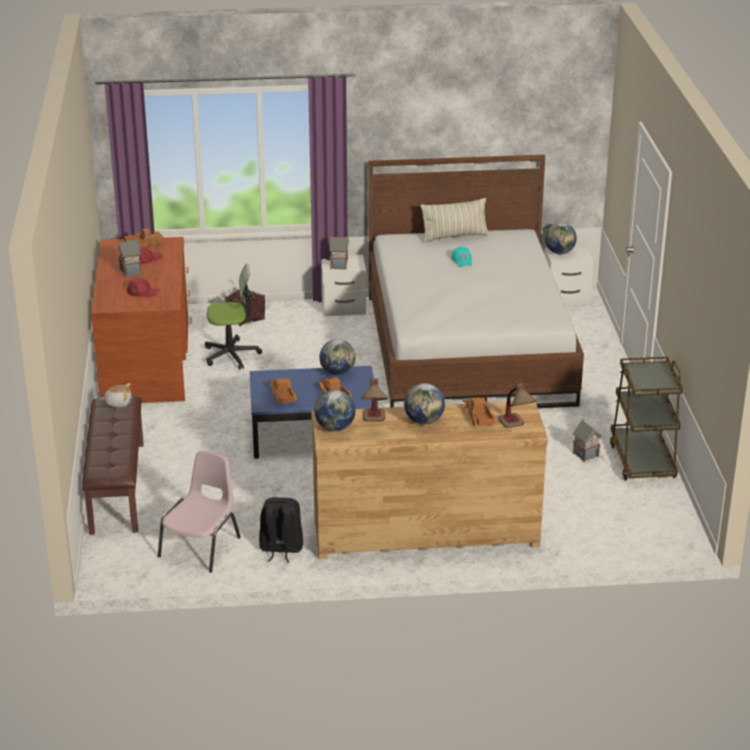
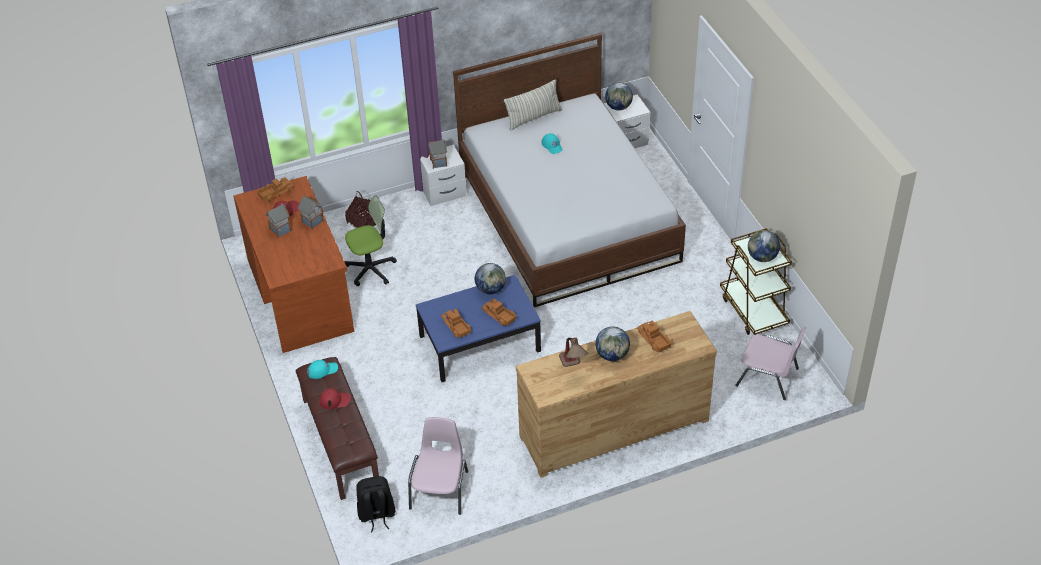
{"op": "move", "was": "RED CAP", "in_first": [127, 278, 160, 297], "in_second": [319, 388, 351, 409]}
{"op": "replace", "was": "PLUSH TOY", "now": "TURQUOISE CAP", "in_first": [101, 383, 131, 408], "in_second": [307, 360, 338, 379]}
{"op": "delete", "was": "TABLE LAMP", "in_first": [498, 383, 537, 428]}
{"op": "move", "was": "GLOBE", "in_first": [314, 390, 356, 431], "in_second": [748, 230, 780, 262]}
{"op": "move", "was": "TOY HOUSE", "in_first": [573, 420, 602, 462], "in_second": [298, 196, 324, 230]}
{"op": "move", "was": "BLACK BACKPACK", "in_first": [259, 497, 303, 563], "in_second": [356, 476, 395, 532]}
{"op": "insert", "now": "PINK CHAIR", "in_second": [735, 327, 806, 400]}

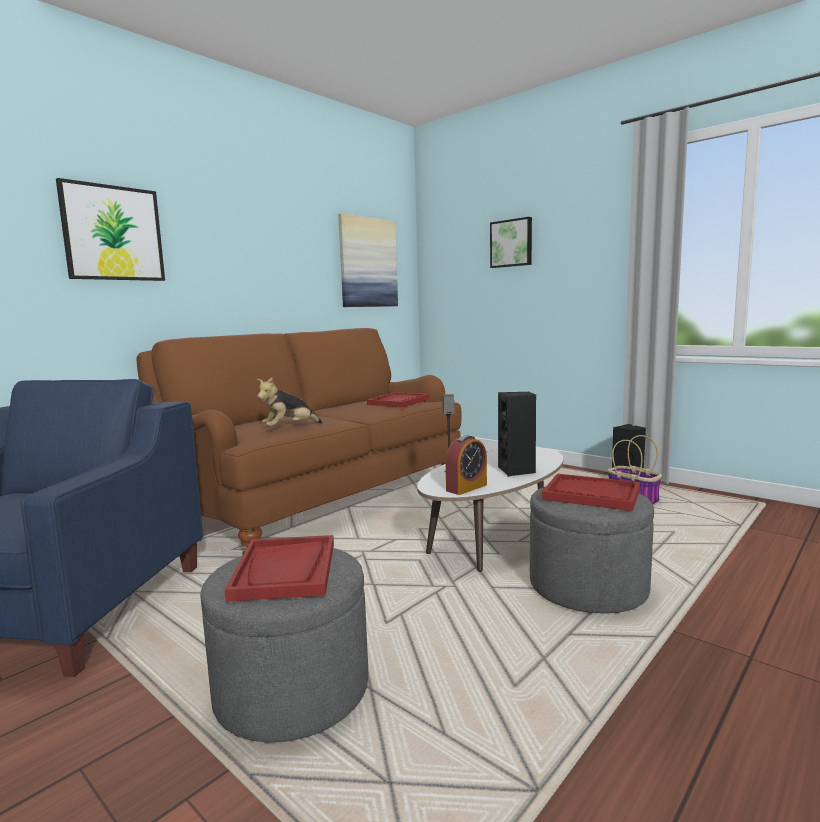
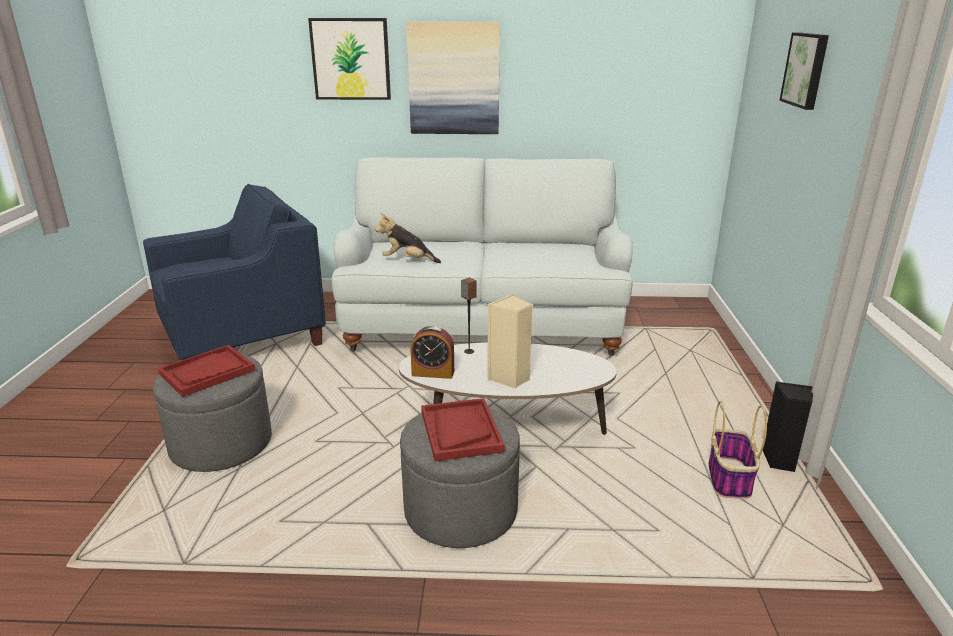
{"op": "move", "was": "PICTURE", "in_first": [338, 213, 398, 307], "in_second": [406, 22, 500, 134]}
{"op": "recolor", "was": "BROWN SOFA", "now": "WHITE SOFA", "in_first": [136, 328, 462, 555], "in_second": [332, 157, 633, 356]}
{"op": "delete", "was": "RED TRAY", "in_first": [367, 392, 429, 407]}
{"op": "recolor", "was": "BLACK SPEAKER", "now": "BEIGE SPEAKER", "in_first": [498, 392, 536, 476], "in_second": [487, 294, 533, 389]}

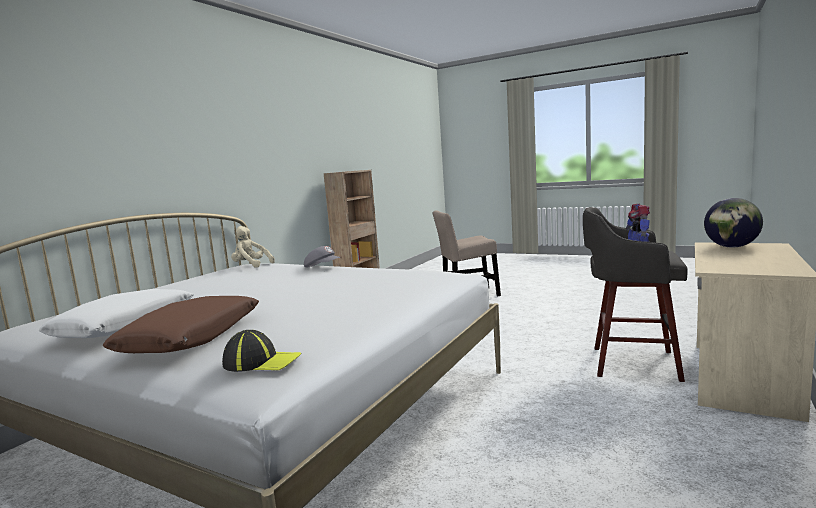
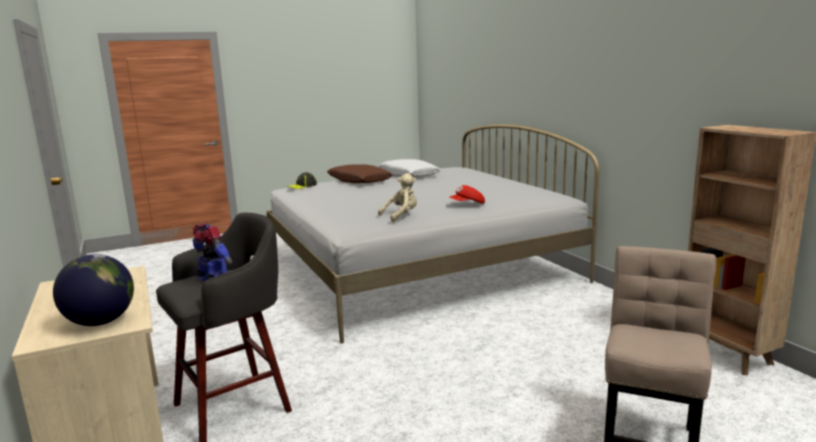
{"op": "move", "was": "BEIGE PLUSH TOY", "in_first": [231, 226, 275, 268], "in_second": [378, 173, 417, 222]}
{"op": "recolor", "was": "GREY CAP", "now": "RED CAP", "in_first": [304, 246, 341, 267], "in_second": [449, 185, 485, 204]}

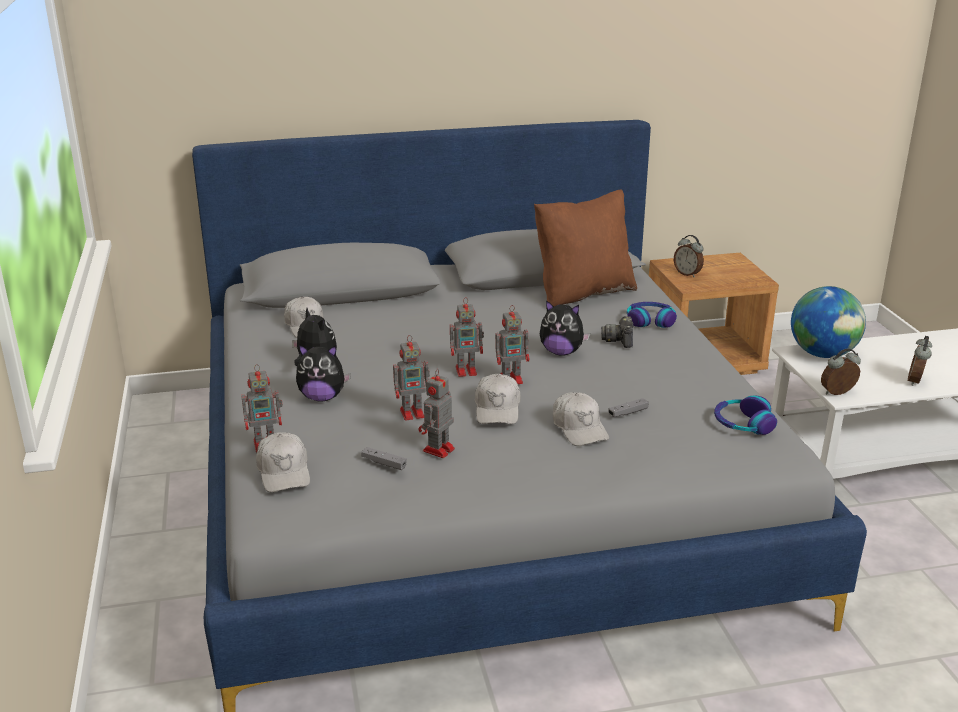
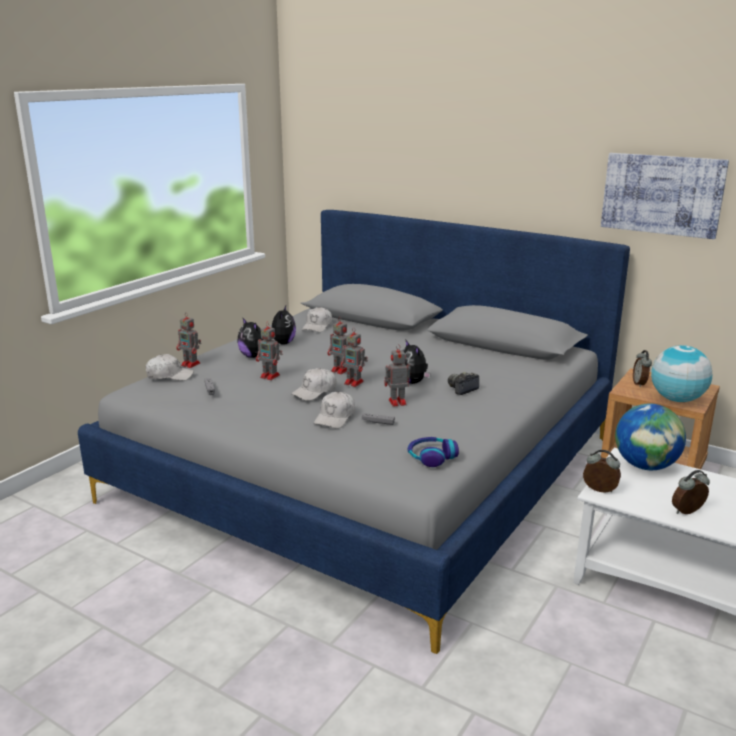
{"op": "delete", "was": "BROWN PILLOW", "in_first": [534, 190, 637, 309]}
{"op": "delete", "was": "HEADPHONES", "in_first": [627, 302, 677, 328]}
{"op": "move", "was": "TOY ROBOT", "in_first": [419, 369, 455, 458], "in_second": [384, 344, 410, 407]}
{"op": "rotate", "was": "WHITE CAP", "in_first": [256, 432, 310, 492], "in_second": [146, 354, 194, 381], "clockwise": -120}
{"op": "insert", "now": "PICTURE", "in_second": [601, 153, 729, 239]}
{"op": "insert", "now": "GLOBE", "in_second": [651, 345, 712, 402]}

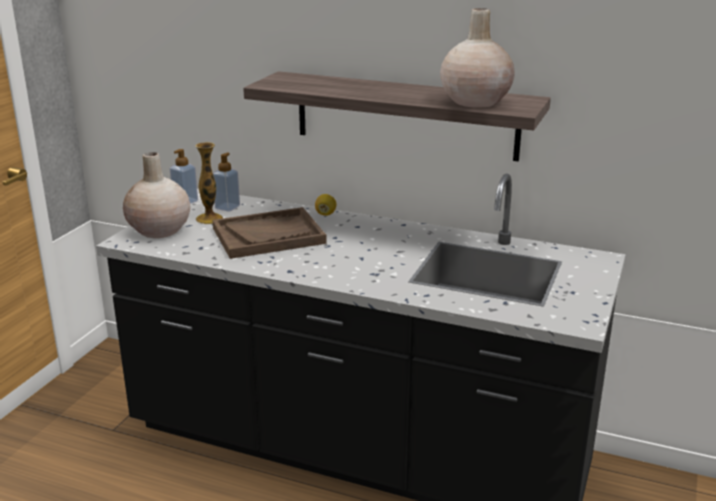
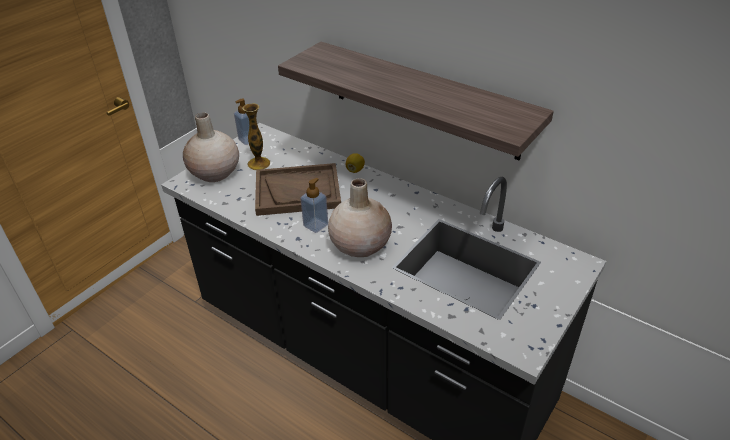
{"op": "move", "was": "BEIGE VASE", "in_first": [440, 8, 515, 108], "in_second": [328, 178, 392, 257]}
{"op": "move", "was": "SOAP DISPENSER", "in_first": [213, 152, 240, 212], "in_second": [300, 178, 328, 233]}

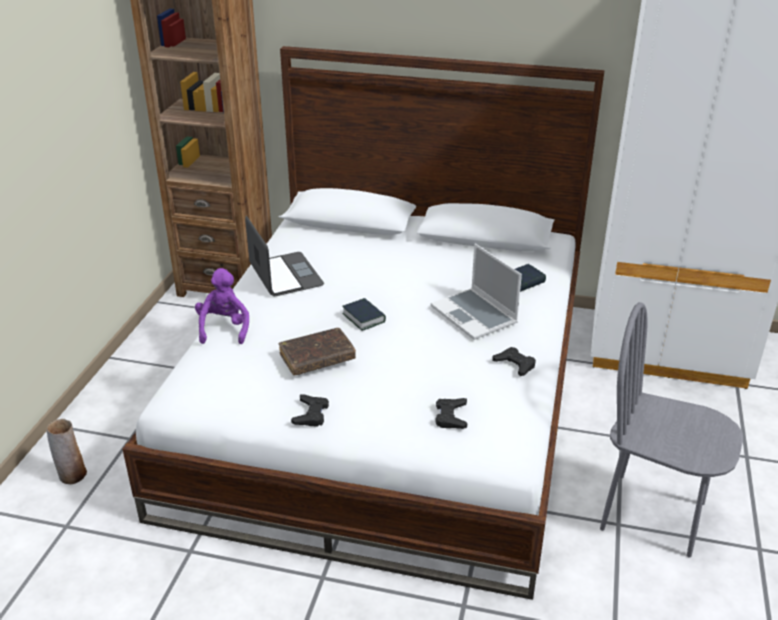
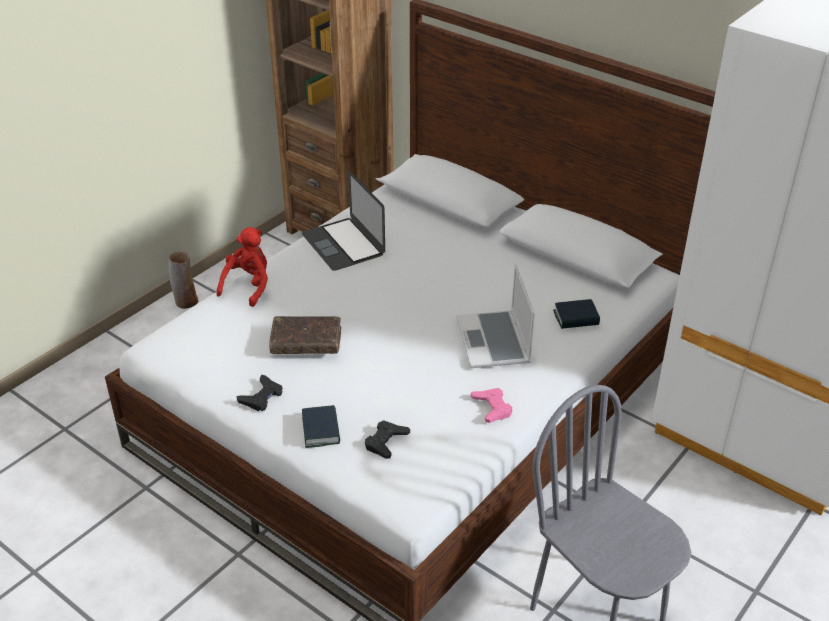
{"op": "rotate", "was": "LAPTOP", "in_first": [245, 216, 324, 296], "in_second": [302, 171, 385, 271], "clockwise": 150}
{"op": "recolor", "was": "PURPLE PLUSH TOY", "now": "RED PLUSH TOY", "in_first": [195, 268, 249, 344], "in_second": [216, 227, 268, 307]}
{"op": "move", "was": "BOOK", "in_first": [342, 298, 386, 331], "in_second": [302, 405, 340, 448]}
{"op": "recolor", "was": "BLACK GAME CONTROLLER", "now": "PINK GAME CONTROLLER", "in_first": [492, 347, 536, 376], "in_second": [471, 388, 512, 423]}
{"op": "move", "was": "VASE", "in_first": [47, 419, 87, 484], "in_second": [169, 251, 198, 309]}

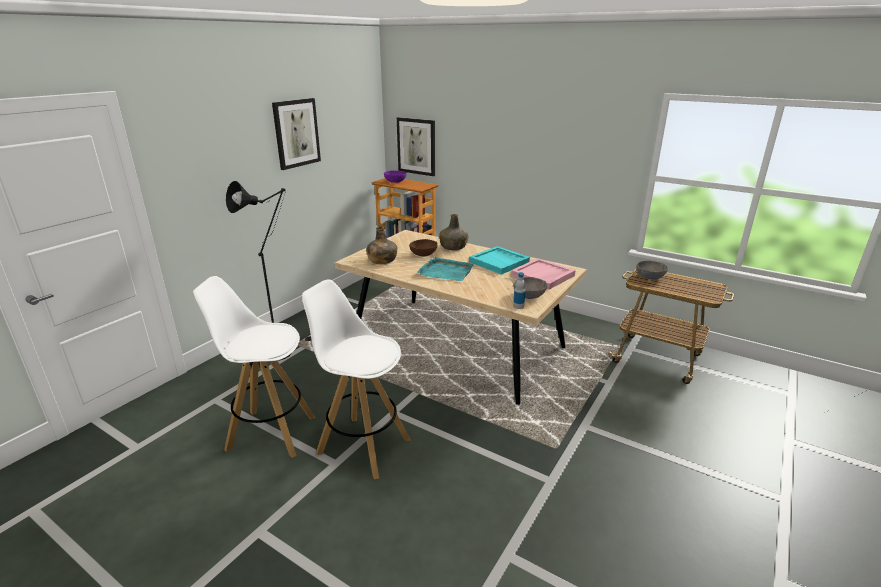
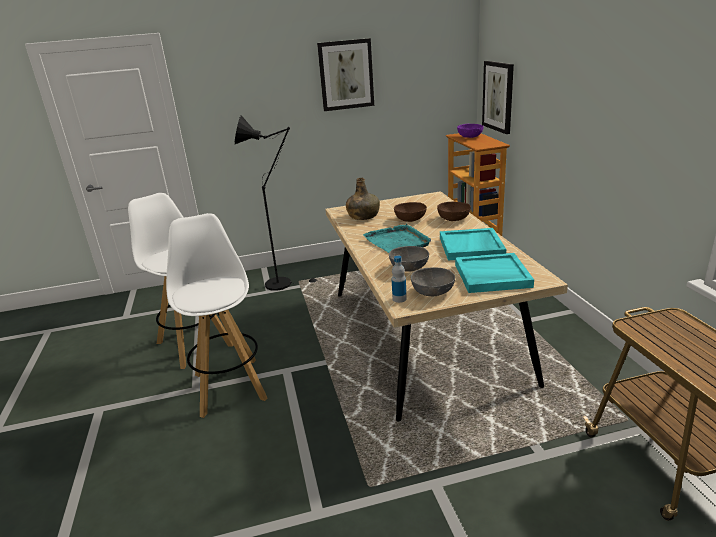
{"op": "replace", "was": "GREEN BOTTLE", "now": "BROWN BOWL", "in_first": [439, 214, 468, 250], "in_second": [437, 202, 471, 221]}
{"op": "recolor", "was": "PINK TRAY", "now": "TURQUOISE TRAY", "in_first": [511, 258, 576, 290], "in_second": [455, 253, 534, 293]}
{"op": "move", "was": "GREY BOWL", "in_first": [636, 260, 668, 280], "in_second": [389, 246, 429, 272]}

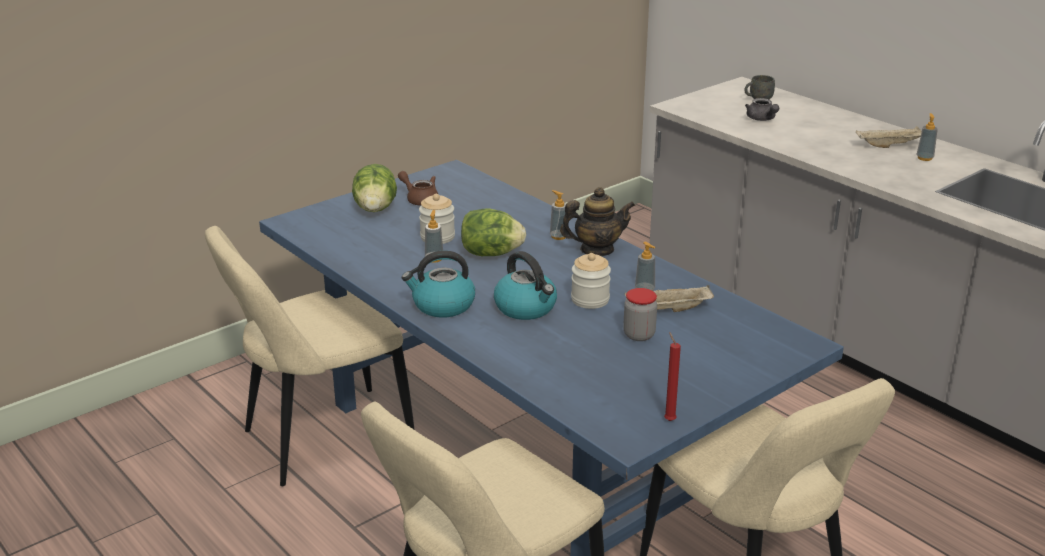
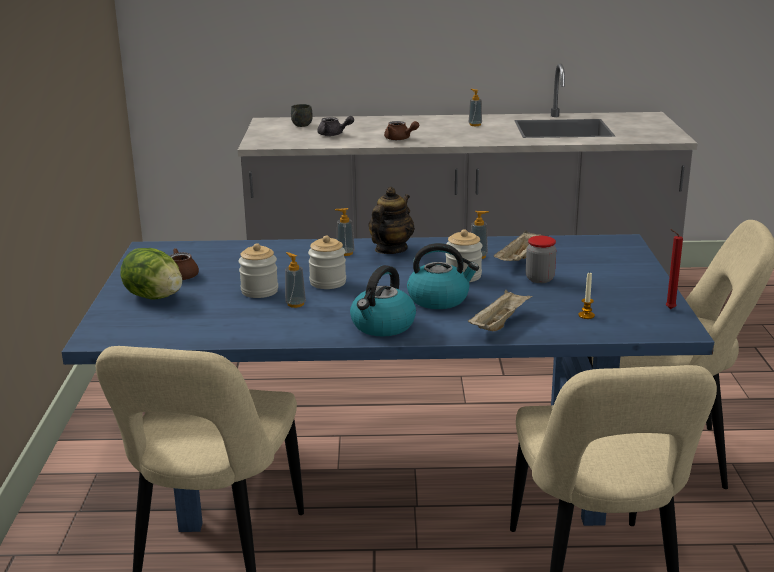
{"op": "move", "was": "BEIGE TRAY", "in_first": [856, 126, 922, 148], "in_second": [468, 290, 532, 331]}
{"op": "replace", "was": "LETTUCE", "now": "JAR", "in_first": [461, 208, 526, 256], "in_second": [308, 235, 346, 289]}
{"op": "insert", "now": "BROWN TEAPOT", "in_second": [384, 121, 419, 140]}
{"op": "insert", "now": "CANDLE", "in_second": [578, 272, 595, 319]}

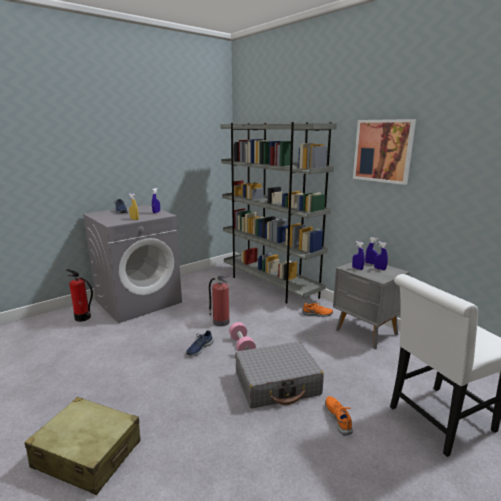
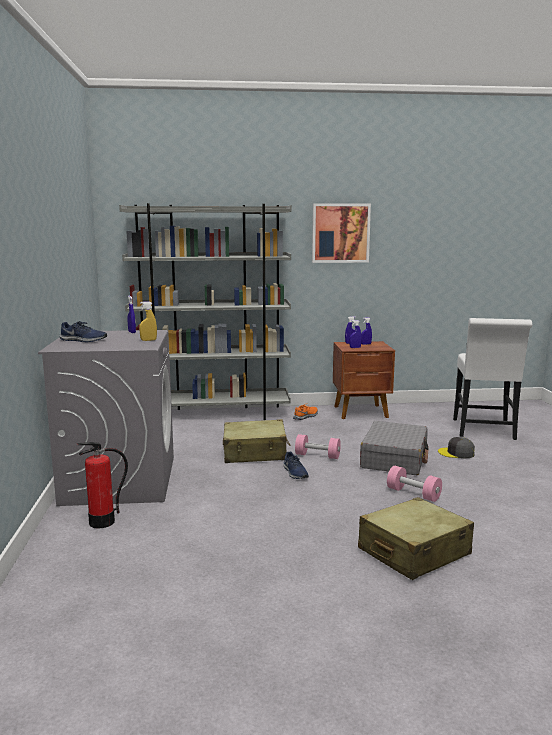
{"op": "recolor", "was": "GREY NIGHTSTAND", "now": "BROWN NIGHTSTAND", "in_first": [333, 260, 410, 349], "in_second": [333, 341, 395, 419]}
{"op": "replace", "was": "FIRE EXTINGUISHER", "now": "BEIGE SUITCASE", "in_first": [209, 275, 230, 327], "in_second": [223, 419, 291, 463]}
{"op": "replace", "was": "ORANGE SHOE", "now": "GREY CAP", "in_first": [325, 396, 353, 435], "in_second": [438, 437, 475, 458]}
{"op": "insert", "now": "PINK DUMBBELL", "in_second": [387, 466, 442, 502]}

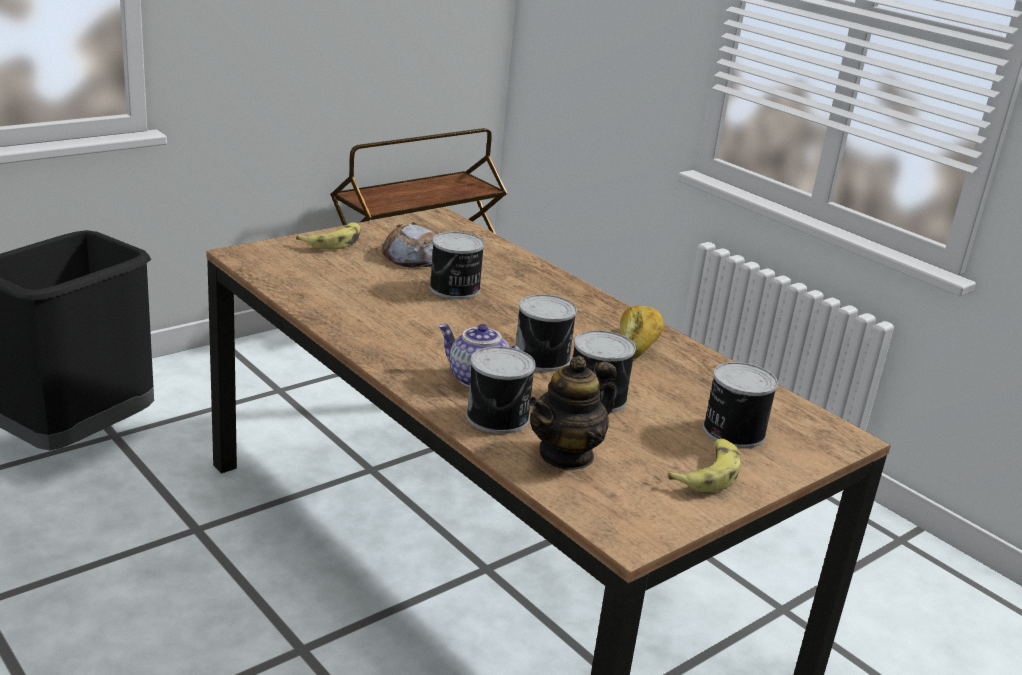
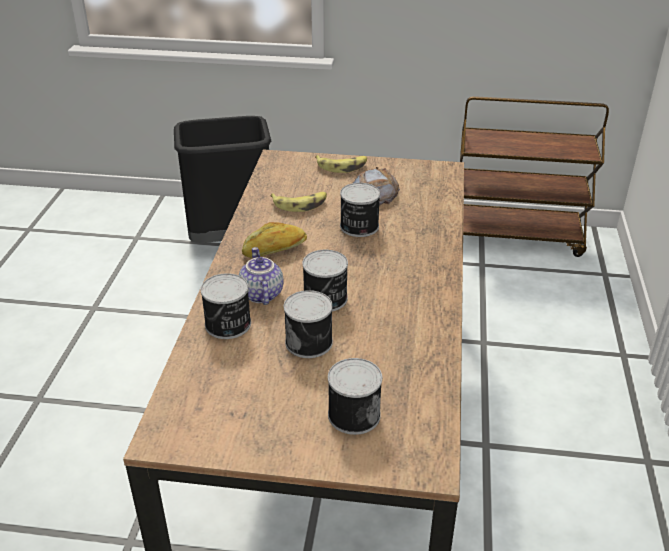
{"op": "move", "was": "BREAD", "in_first": [620, 305, 664, 359], "in_second": [242, 222, 307, 258]}
{"op": "delete", "was": "TEAPOT", "in_first": [529, 356, 617, 471]}
{"op": "move", "was": "BANANA", "in_first": [667, 438, 741, 492], "in_second": [270, 192, 327, 212]}

